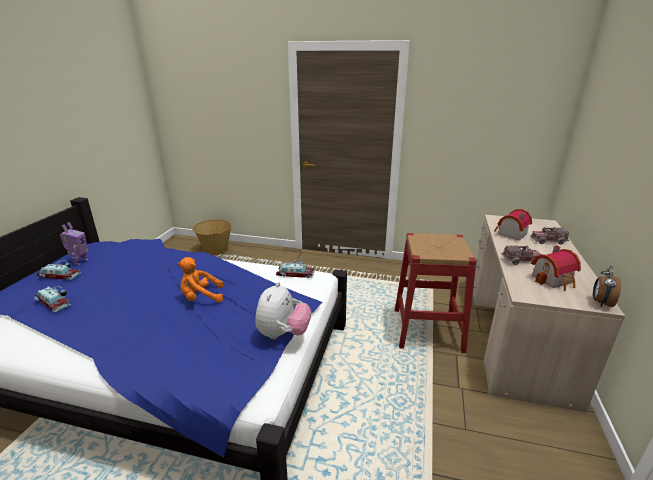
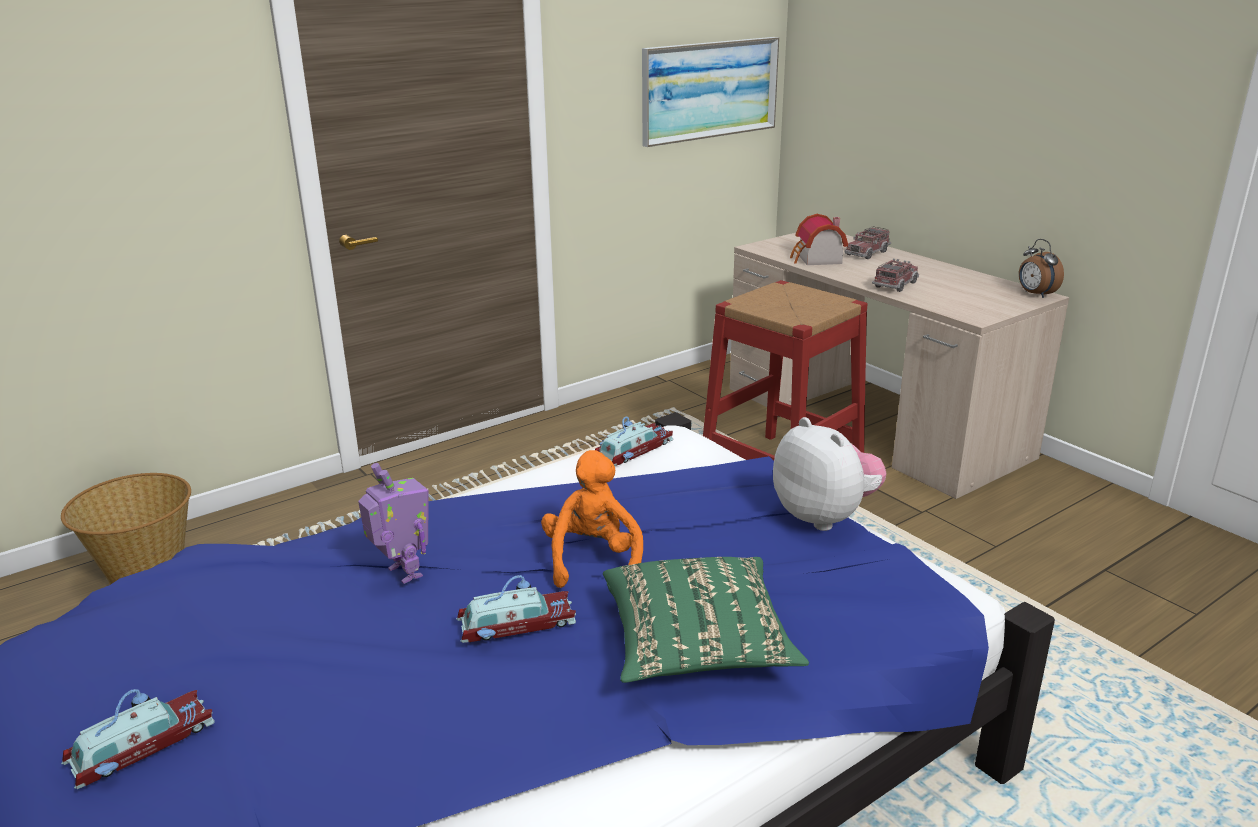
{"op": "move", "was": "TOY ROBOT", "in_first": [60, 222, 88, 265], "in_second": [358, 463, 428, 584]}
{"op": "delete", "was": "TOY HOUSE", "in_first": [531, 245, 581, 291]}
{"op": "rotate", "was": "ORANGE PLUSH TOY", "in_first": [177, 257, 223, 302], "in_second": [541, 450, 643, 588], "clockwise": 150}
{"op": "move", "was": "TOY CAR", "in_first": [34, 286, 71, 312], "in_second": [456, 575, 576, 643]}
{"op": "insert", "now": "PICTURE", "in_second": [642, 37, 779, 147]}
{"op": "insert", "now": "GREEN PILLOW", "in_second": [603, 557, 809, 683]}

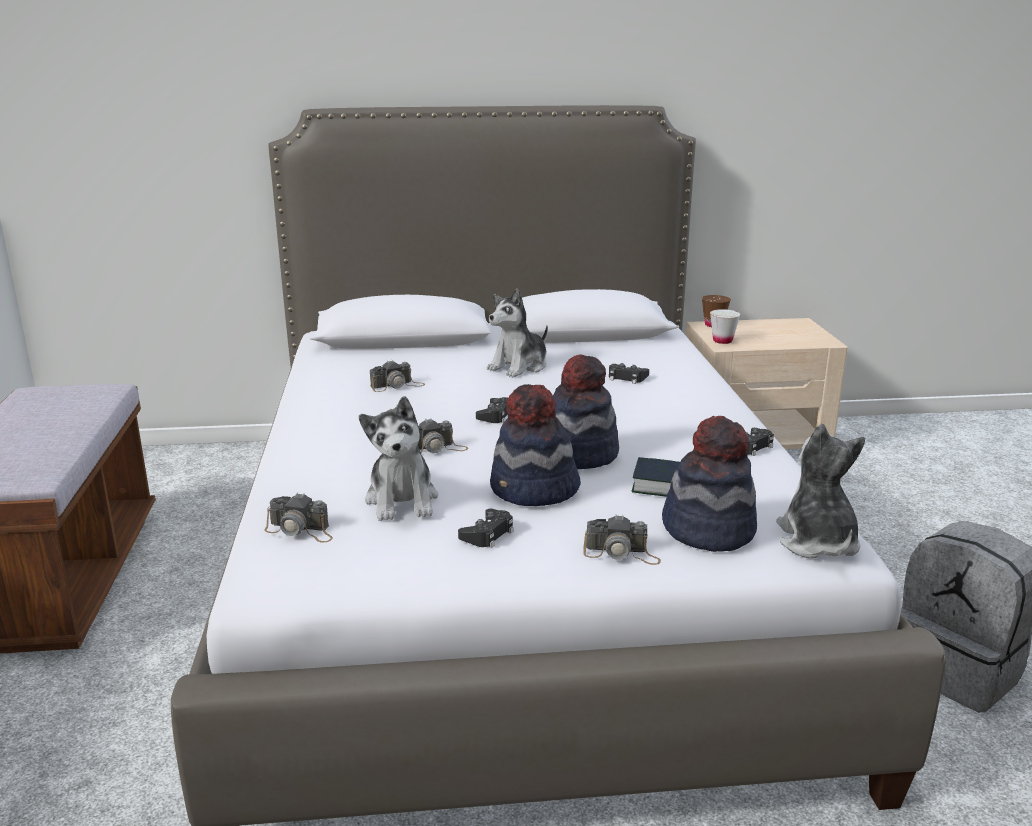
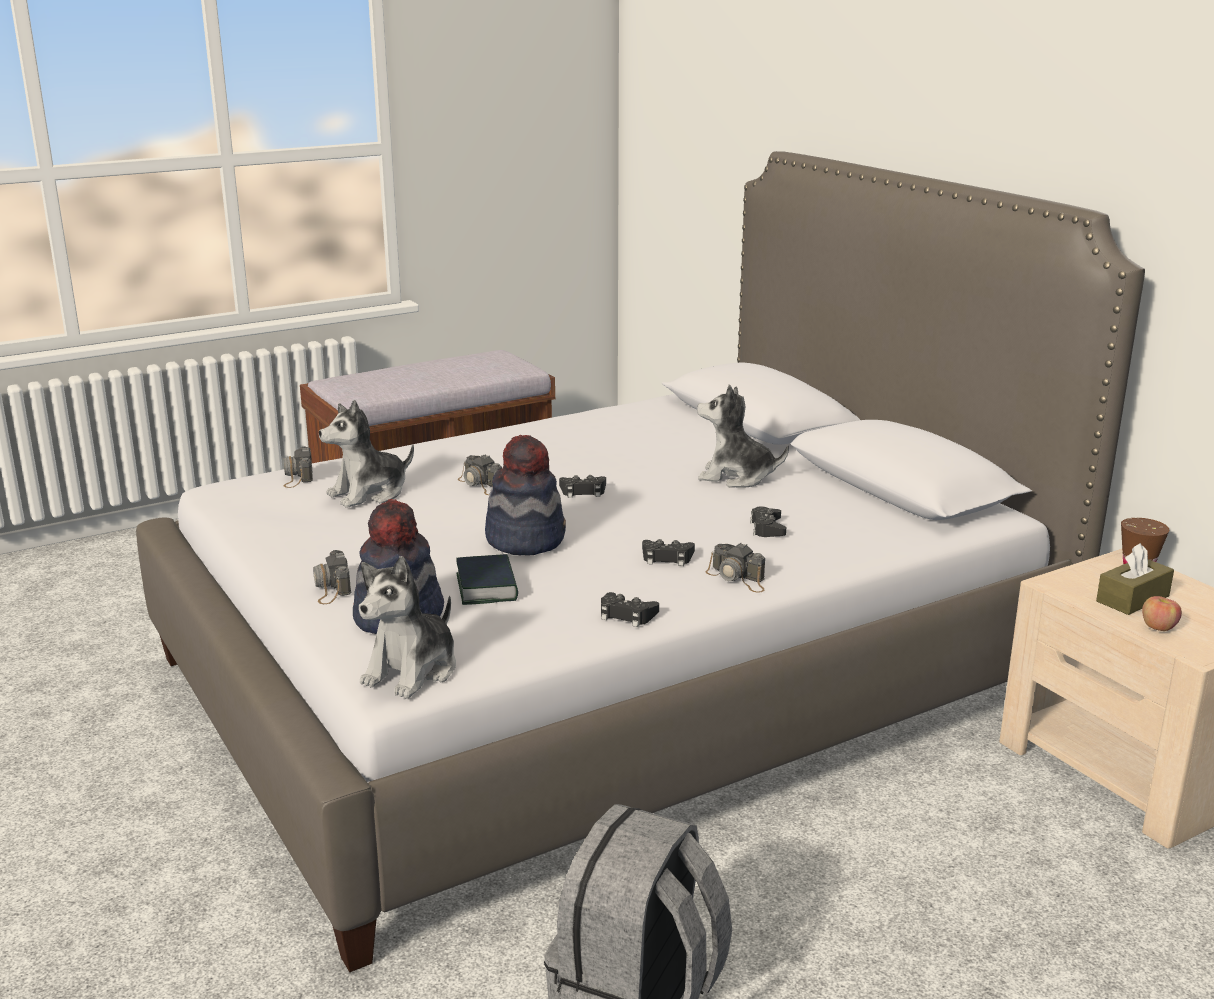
{"op": "delete", "was": "WHITE CUP", "in_first": [710, 309, 740, 344]}
{"op": "move", "was": "PHOTO CAMERA", "in_first": [370, 360, 425, 392], "in_second": [706, 542, 765, 593]}
{"op": "delete", "was": "HAT", "in_first": [490, 384, 581, 506]}
{"op": "rotate", "was": "PLUSH TOY", "in_first": [776, 424, 865, 558], "in_second": [359, 556, 456, 699], "clockwise": 150}
{"op": "move", "was": "BLACK GAME CONTROLLER", "in_first": [458, 509, 514, 548], "in_second": [642, 539, 695, 566]}
{"op": "insert", "now": "BROWN TISSUE BOX", "in_second": [1096, 543, 1174, 615]}
{"op": "insert", "now": "APPLE", "in_second": [1142, 596, 1182, 631]}

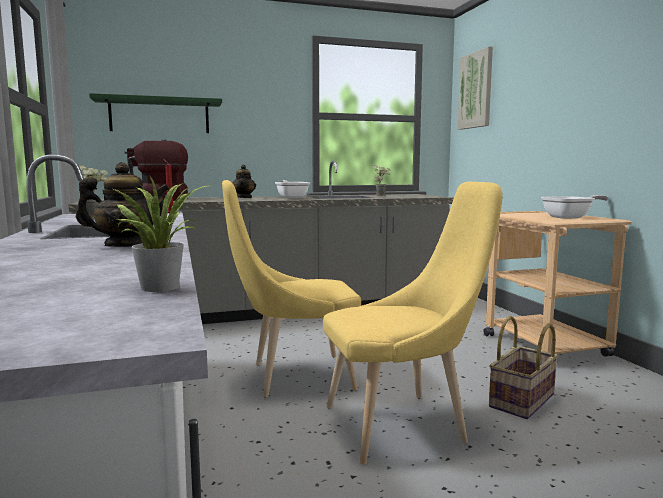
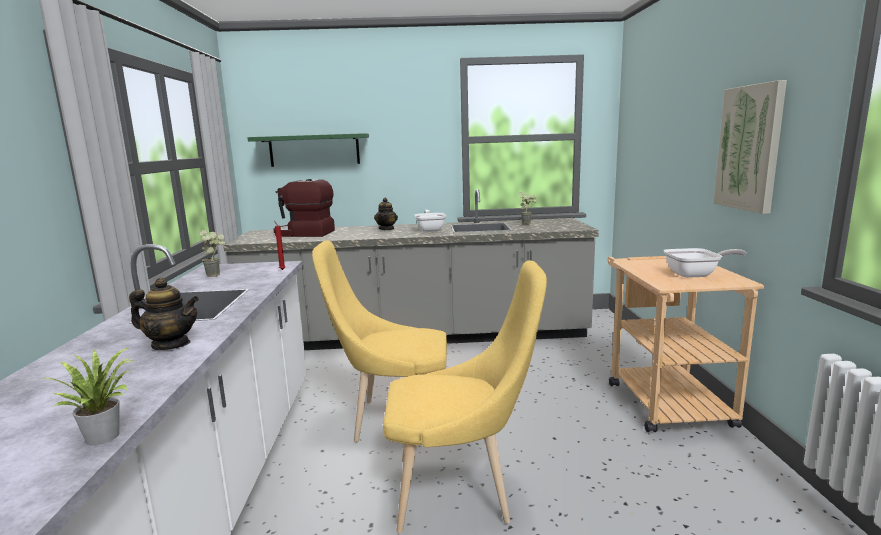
{"op": "move", "was": "PICTURE", "in_first": [458, 46, 493, 130], "in_second": [714, 80, 787, 214]}
{"op": "delete", "was": "BASKET", "in_first": [489, 316, 558, 419]}

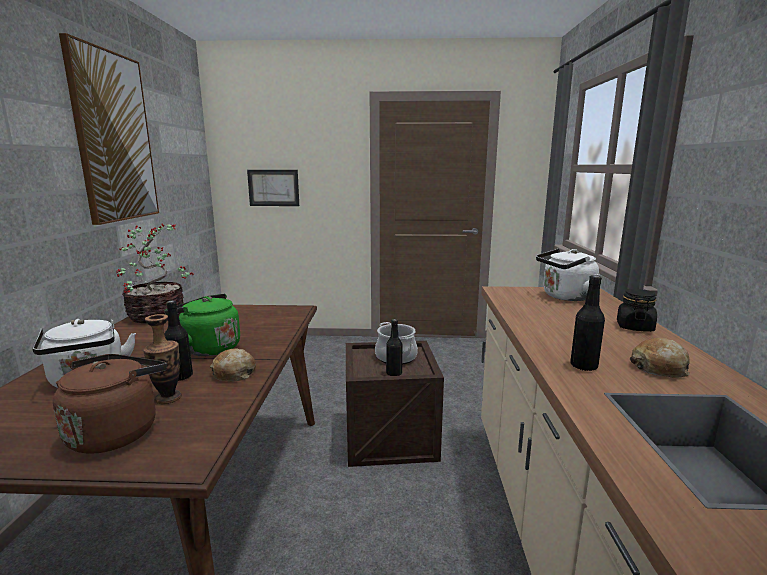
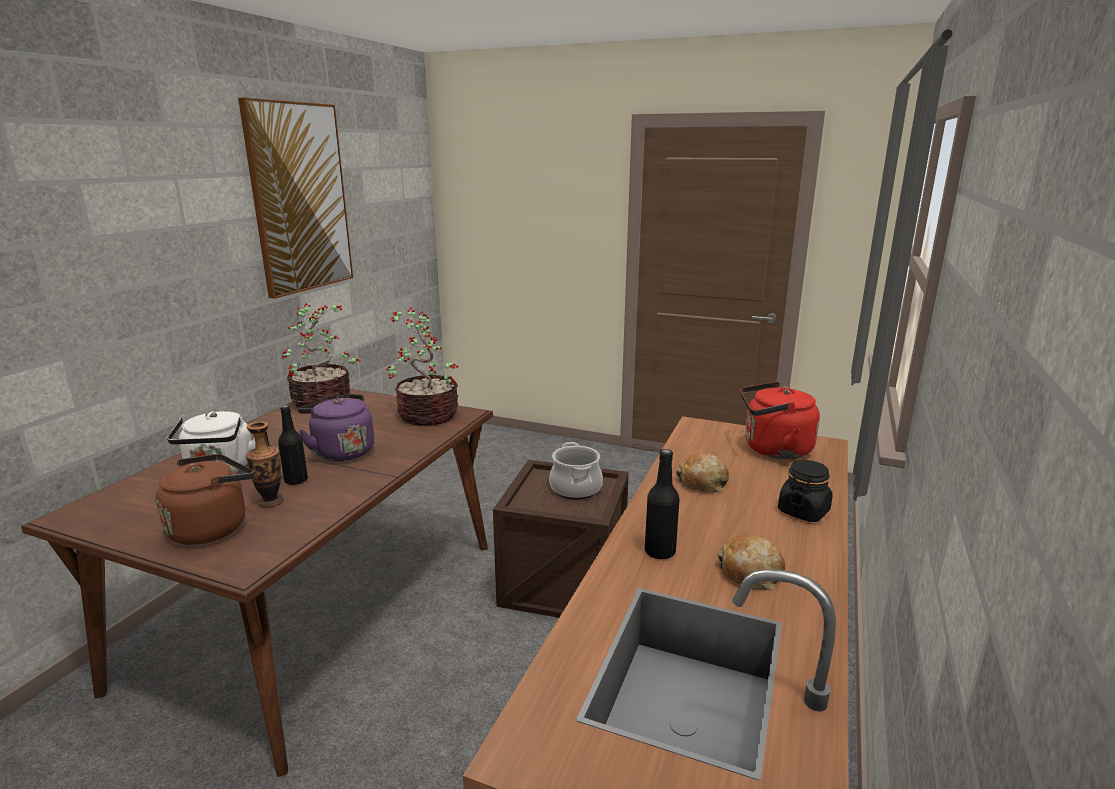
{"op": "delete", "was": "PICTURE", "in_first": [247, 170, 299, 206]}
{"op": "recolor", "was": "WHITE KETTLE", "now": "RED KETTLE", "in_first": [536, 249, 599, 301], "in_second": [740, 382, 820, 459]}
{"op": "recolor", "was": "GREEN KETTLE", "now": "PURPLE KETTLE", "in_first": [164, 294, 240, 356], "in_second": [298, 394, 374, 461]}
{"op": "delete", "was": "BLACK BOTTLE", "in_first": [386, 319, 402, 376]}
{"op": "move", "was": "BREAD", "in_first": [210, 349, 256, 382], "in_second": [676, 453, 729, 493]}
{"op": "insert", "now": "POTTED PLANT", "in_second": [386, 307, 459, 426]}

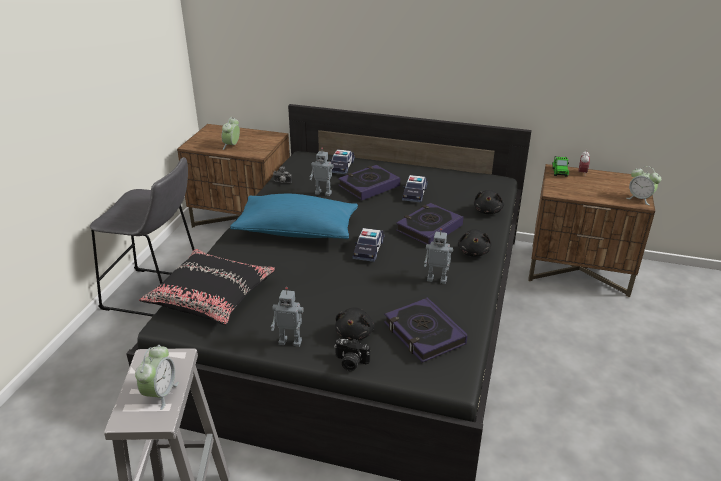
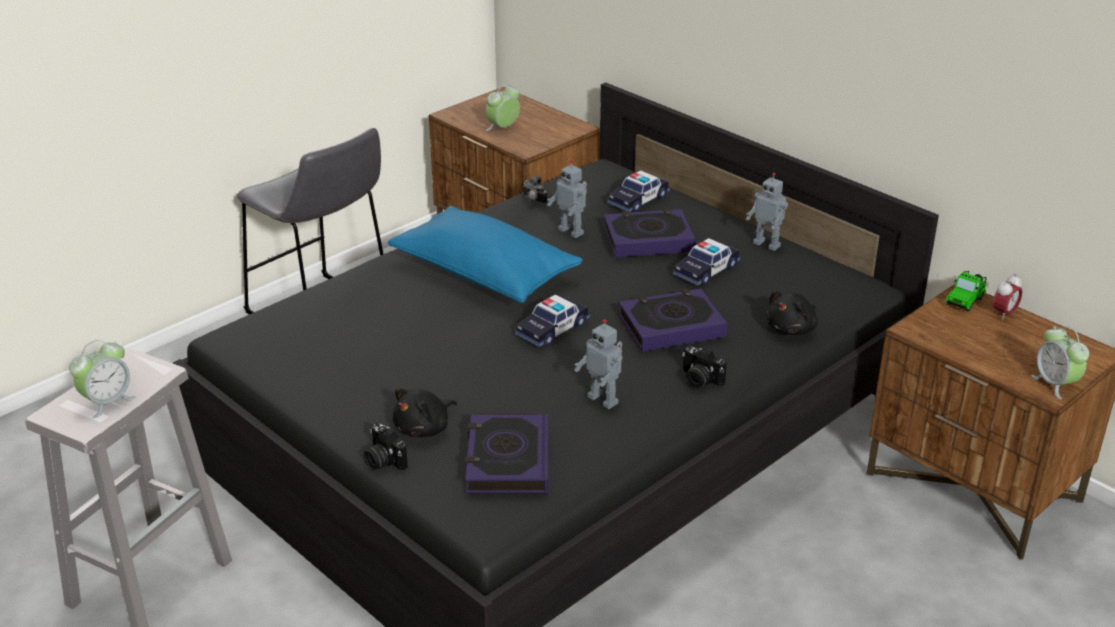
{"op": "replace", "was": "BLACK PLUSH TOY", "now": "PHOTO CAMERA", "in_first": [458, 229, 492, 257], "in_second": [682, 346, 727, 389]}
{"op": "delete", "was": "BLACK PILLOW", "in_first": [139, 249, 277, 325]}
{"op": "move", "was": "TOY ROBOT", "in_first": [271, 287, 304, 347], "in_second": [746, 173, 788, 251]}

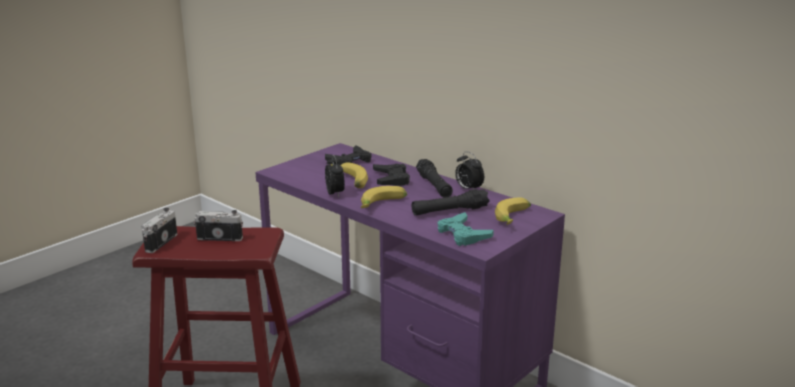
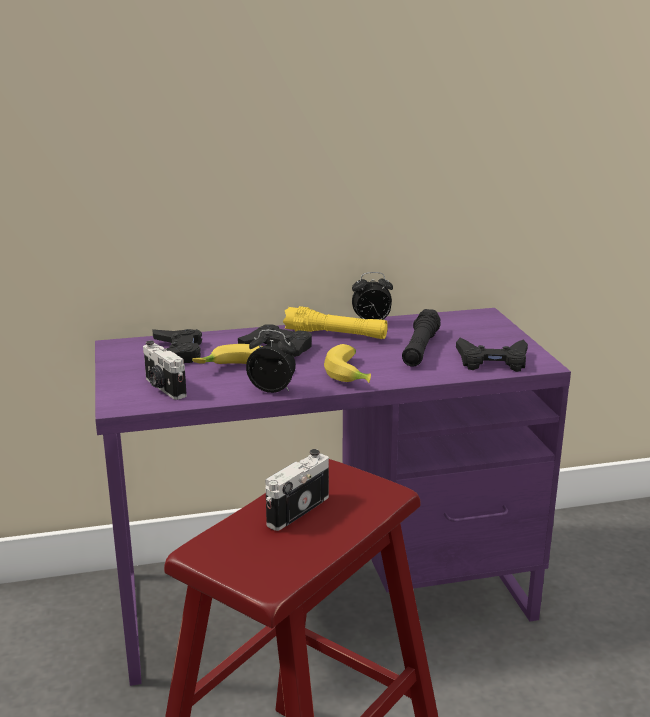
{"op": "recolor", "was": "BLACK FLASHLIGHT", "now": "YELLOW FLASHLIGHT", "in_first": [416, 159, 453, 198], "in_second": [283, 306, 388, 339]}
{"op": "delete", "was": "BANANA", "in_first": [495, 197, 531, 225]}
{"op": "move", "was": "PHOTO CAMERA", "in_first": [141, 208, 178, 253], "in_second": [143, 340, 187, 400]}
{"op": "recolor", "was": "TURQUOISE GAME CONTROLLER", "now": "BLACK GAME CONTROLLER", "in_first": [438, 212, 494, 246], "in_second": [456, 338, 528, 372]}

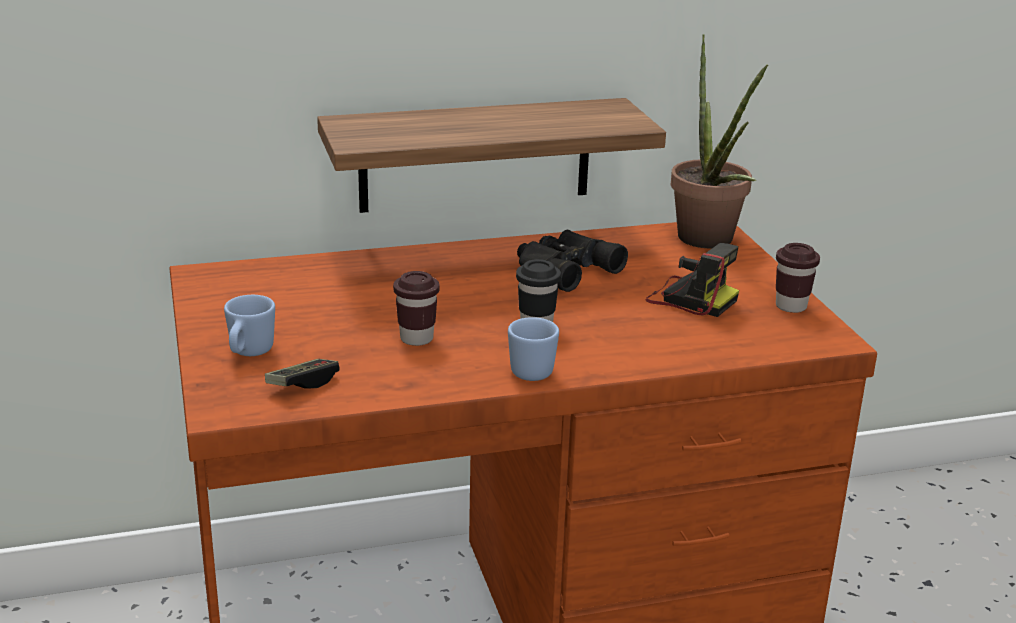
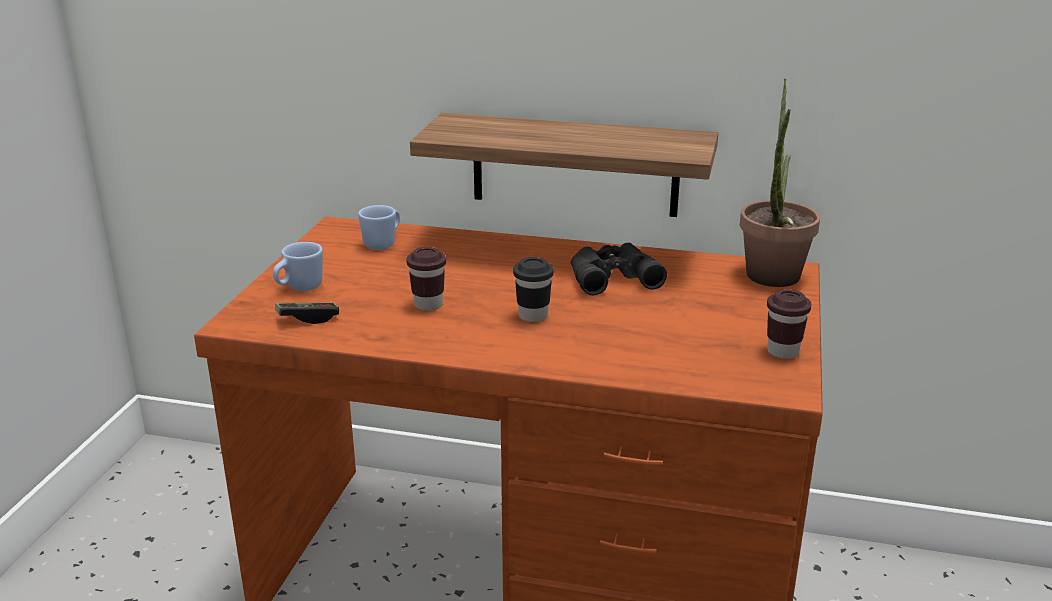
{"op": "delete", "was": "PHOTO CAMERA", "in_first": [646, 243, 739, 317]}
{"op": "move", "was": "BLUE MUG", "in_first": [508, 317, 559, 381], "in_second": [358, 205, 400, 250]}

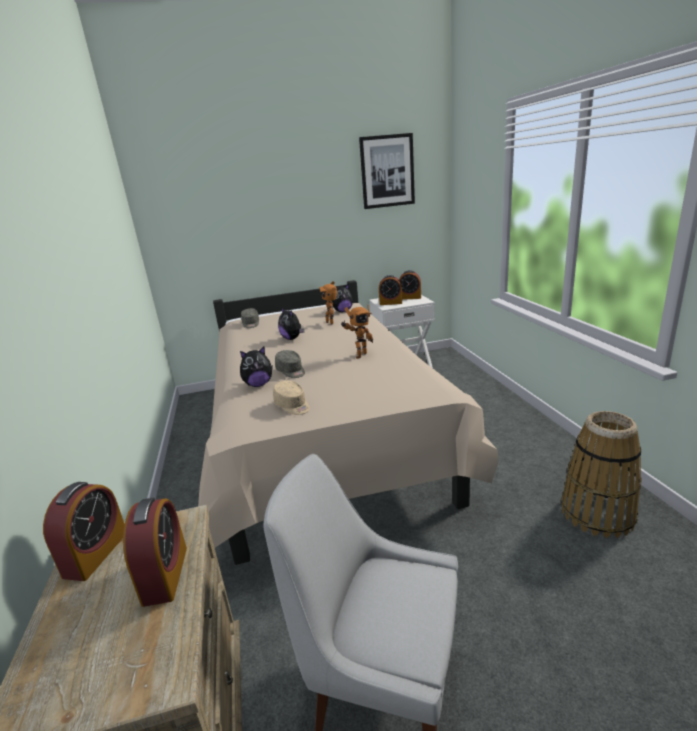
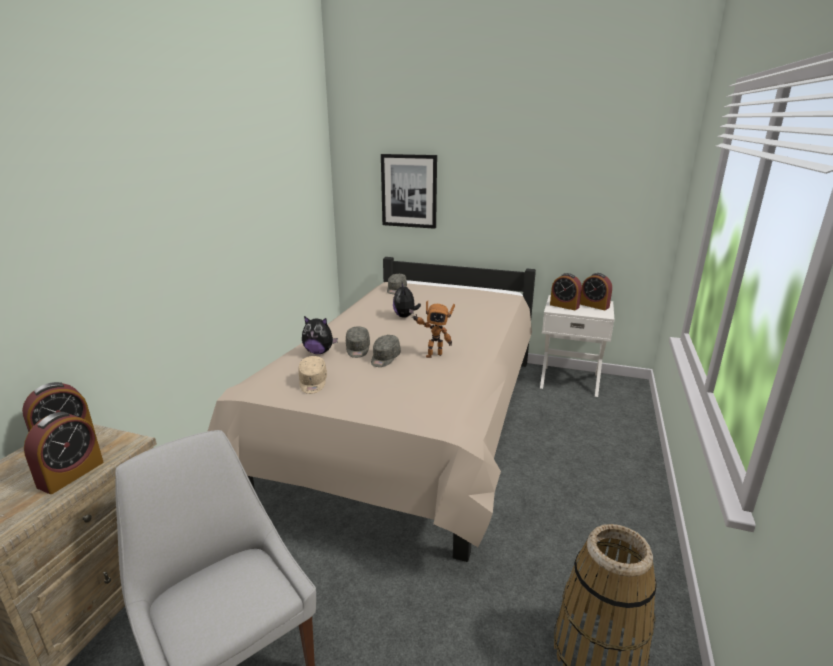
{"op": "move", "was": "PICTURE", "in_first": [359, 133, 415, 209], "in_second": [381, 154, 437, 229]}
{"op": "delete", "was": "TOY ROBOT", "in_first": [319, 281, 337, 324]}
{"op": "delete", "was": "PLUSH TOY", "in_first": [332, 284, 353, 312]}
{"op": "insert", "now": "GREY CAP", "in_second": [371, 335, 401, 367]}

